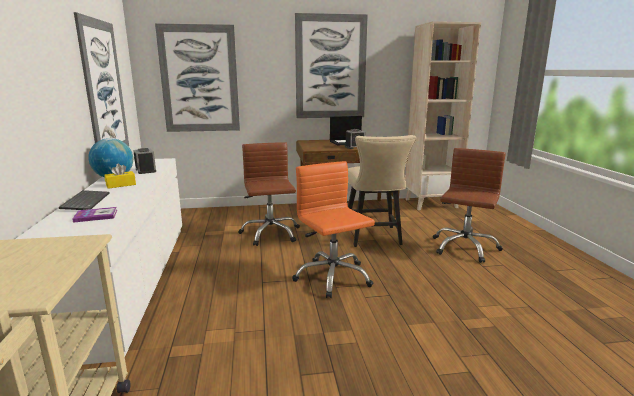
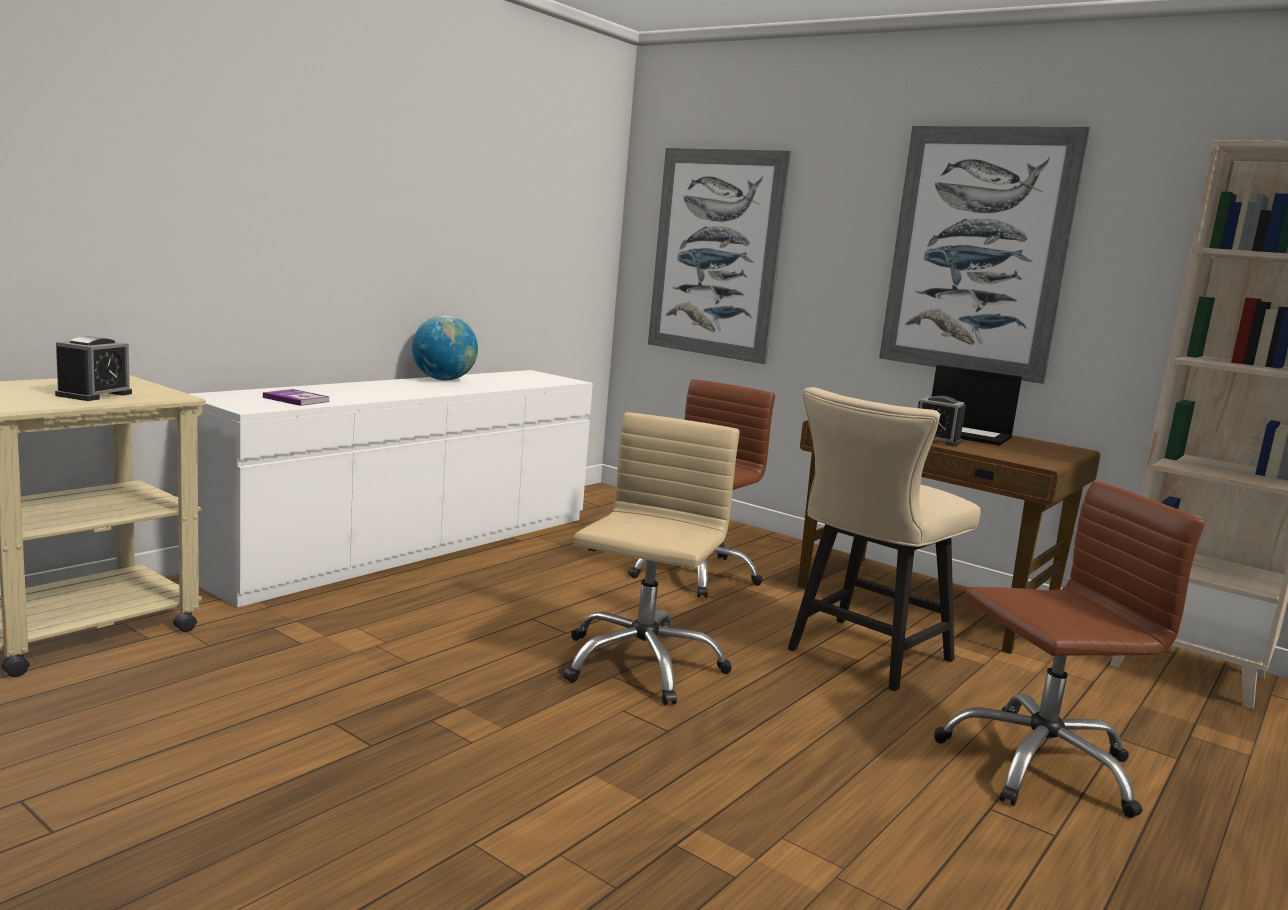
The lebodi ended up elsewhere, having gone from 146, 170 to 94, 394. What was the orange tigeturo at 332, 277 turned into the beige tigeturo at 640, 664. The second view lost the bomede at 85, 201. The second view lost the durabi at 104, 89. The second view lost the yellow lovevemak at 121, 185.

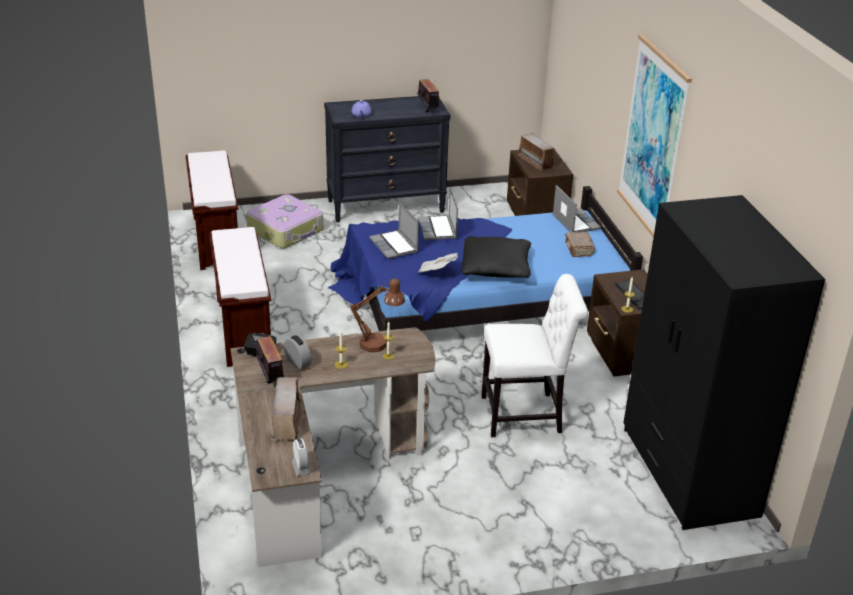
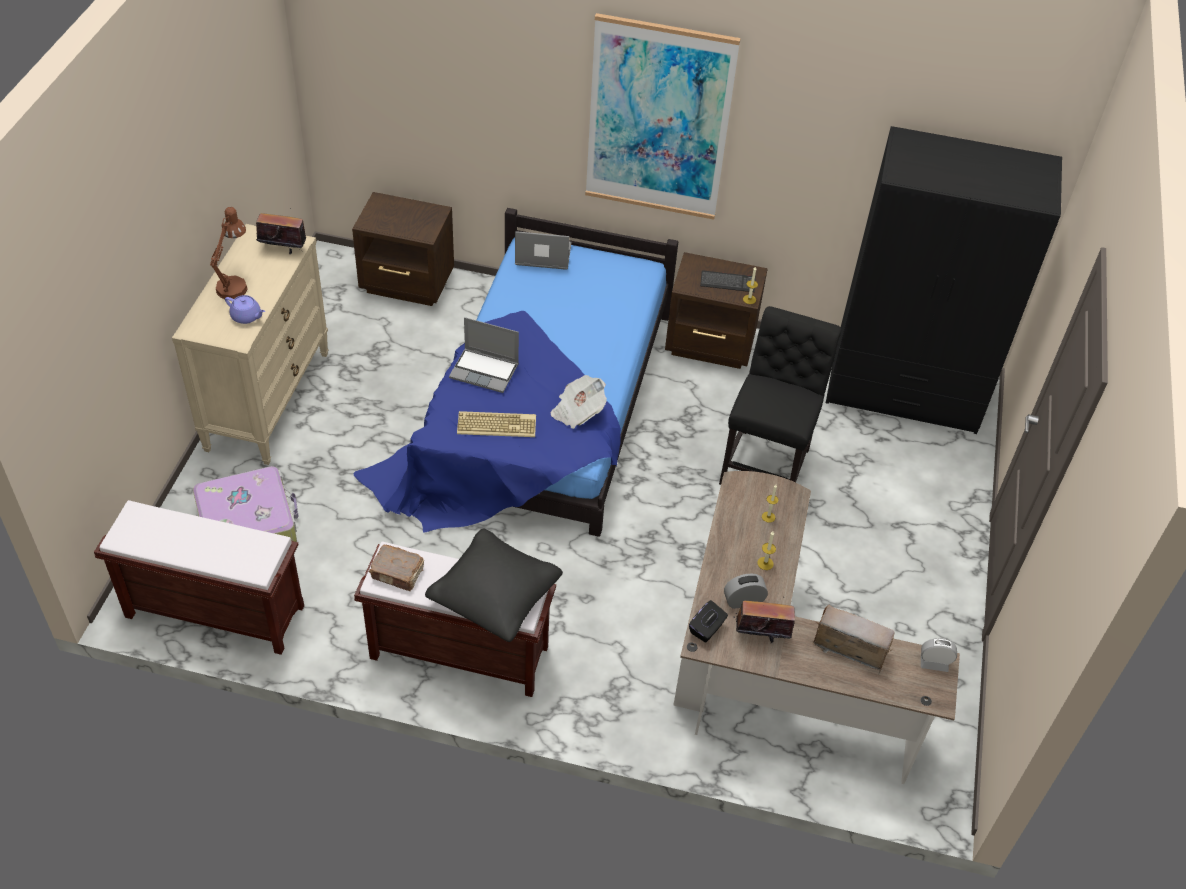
What was the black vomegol at 386, 206 turned into the beige vomegol at 268, 400. The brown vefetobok ended up elsewhere, having gone from 379, 343 to 234, 285. The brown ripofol ended up elsewhere, having gone from 578, 249 to 398, 573. The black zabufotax ended up elsewhere, having gone from 496, 268 to 495, 594. Where the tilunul stood at 394, 246, the bomede came to stand at 497, 424. What was the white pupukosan at 526, 415 turned into the black pupukosan at 767, 463. The second view lost the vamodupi at 535, 162.

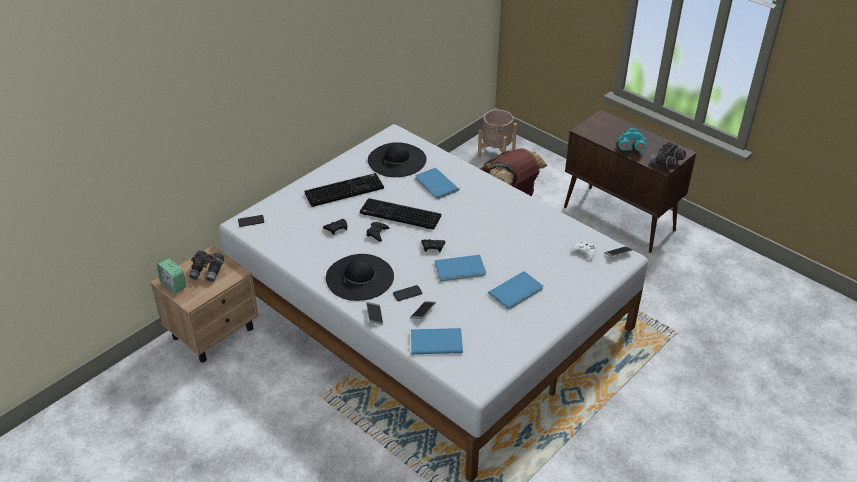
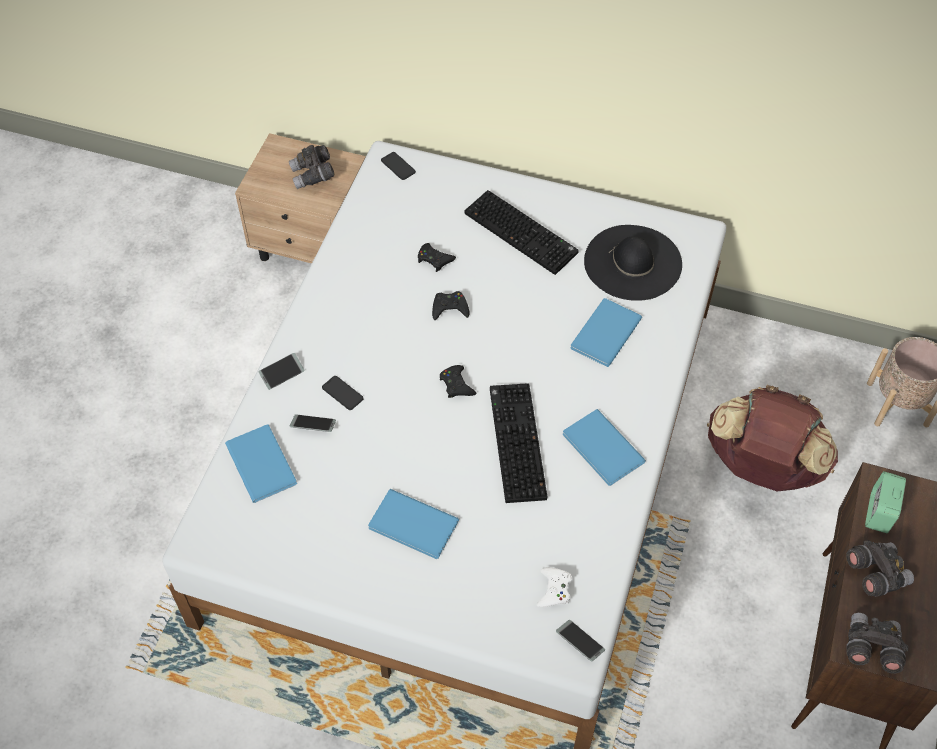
The bomede ended up elsewhere, having gone from 399, 215 to 515, 442. The blue ripofol ended up elsewhere, having gone from 461, 269 to 603, 450. What was the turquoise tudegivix at 630, 148 turned into the grey tudegivix at 875, 574. The lebodi ended up elsewhere, having gone from 173, 285 to 879, 513. The second view lost the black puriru at 360, 277.

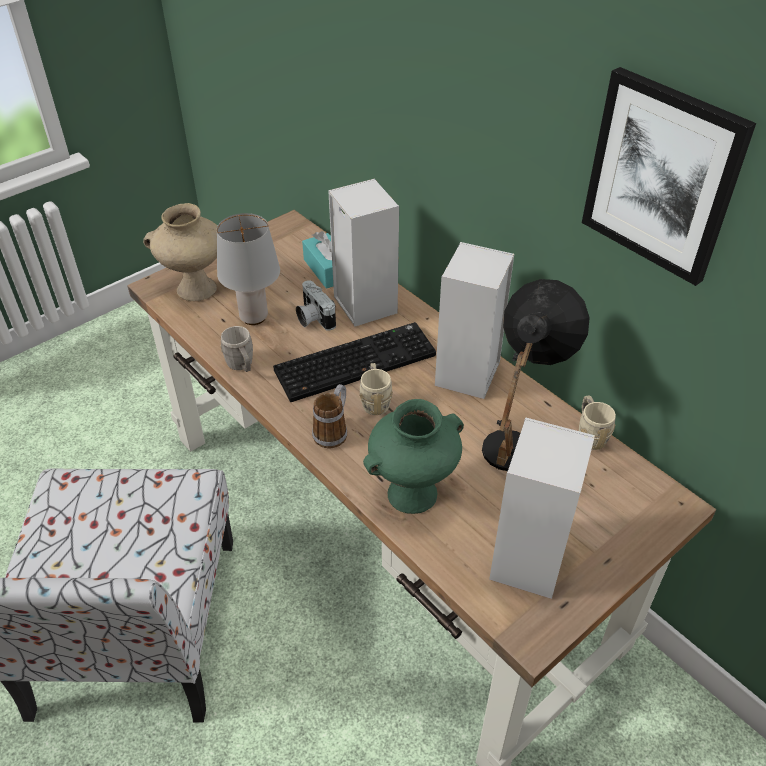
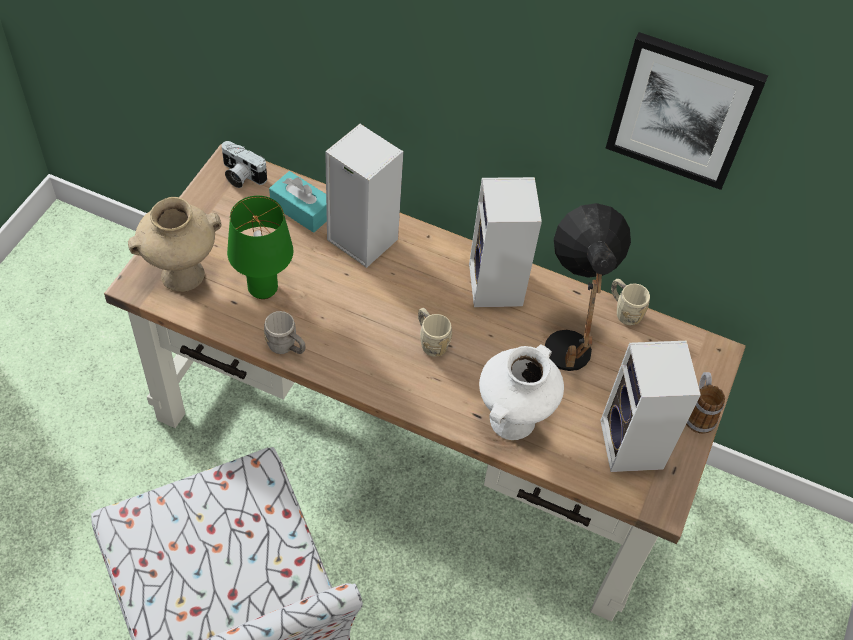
The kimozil ended up elsewhere, having gone from 313, 318 to 240, 176. What was the grey vefetobok at 254, 316 turned into the green vefetobok at 262, 288. What was the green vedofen at 412, 495 turned into the white vedofen at 512, 421. The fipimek ended up elsewhere, having gone from 333, 431 to 698, 413. The second view lost the bomede at 356, 361.

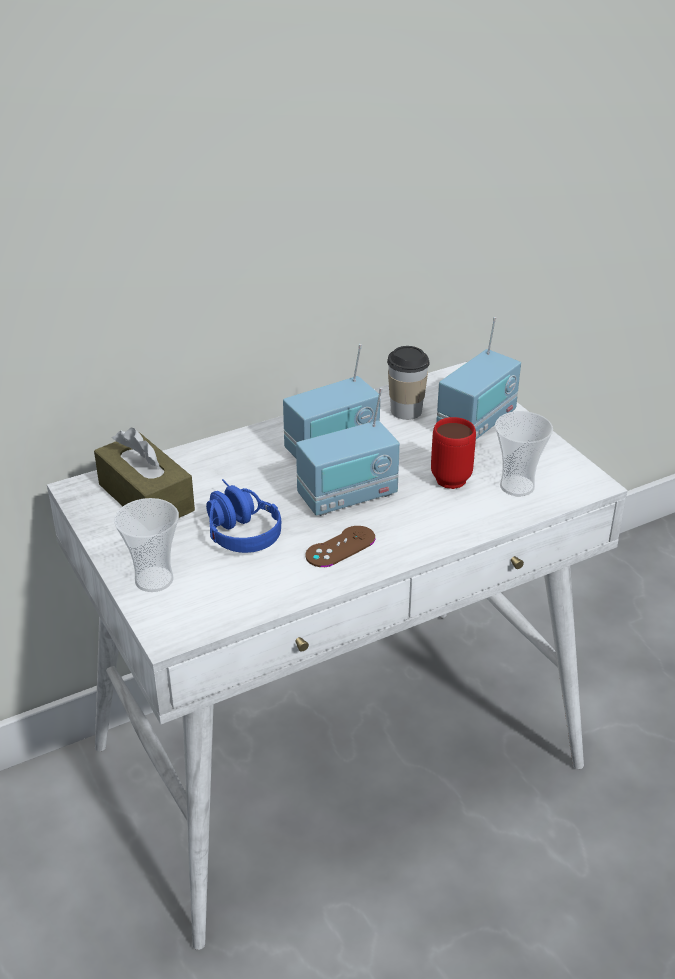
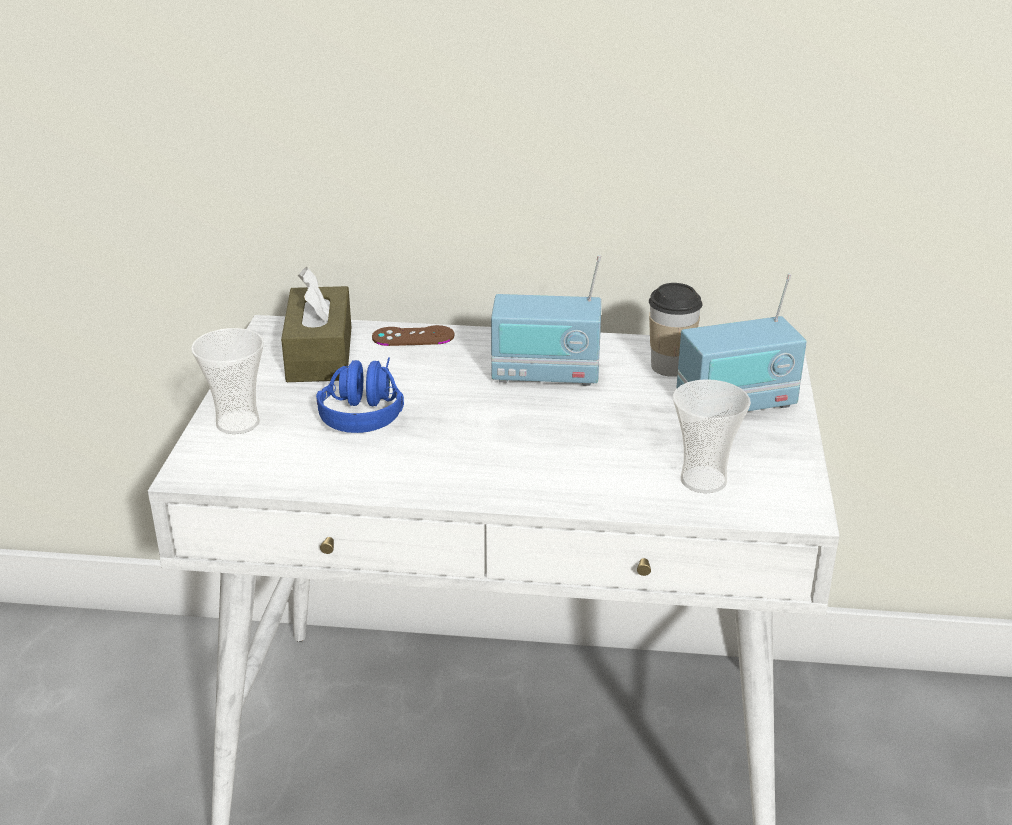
The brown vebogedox ended up elsewhere, having gone from 340, 547 to 413, 336. The second view lost the vamodupi at 348, 497. The second view lost the red fipimek at 448, 475.

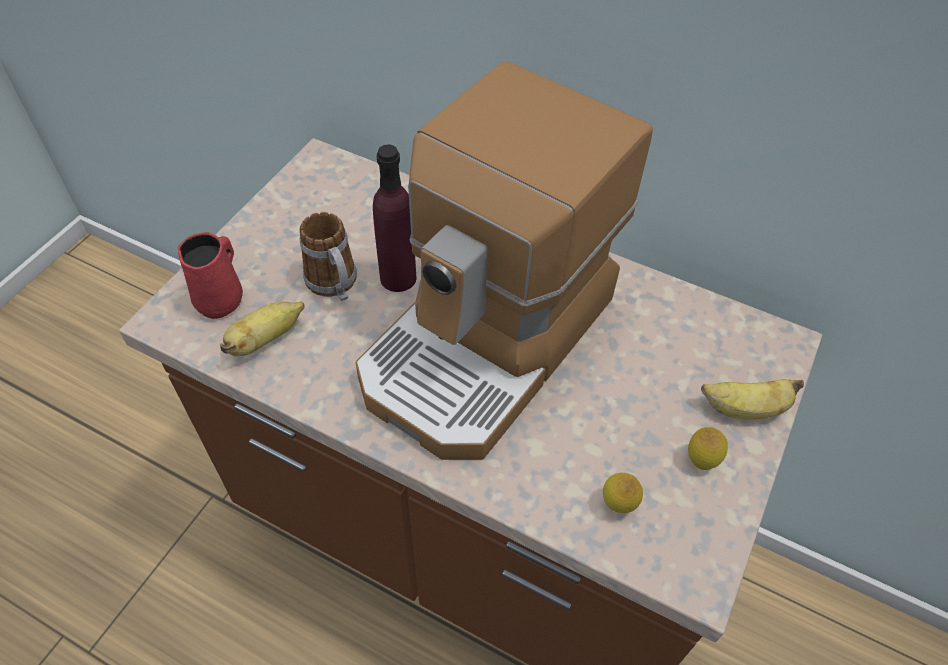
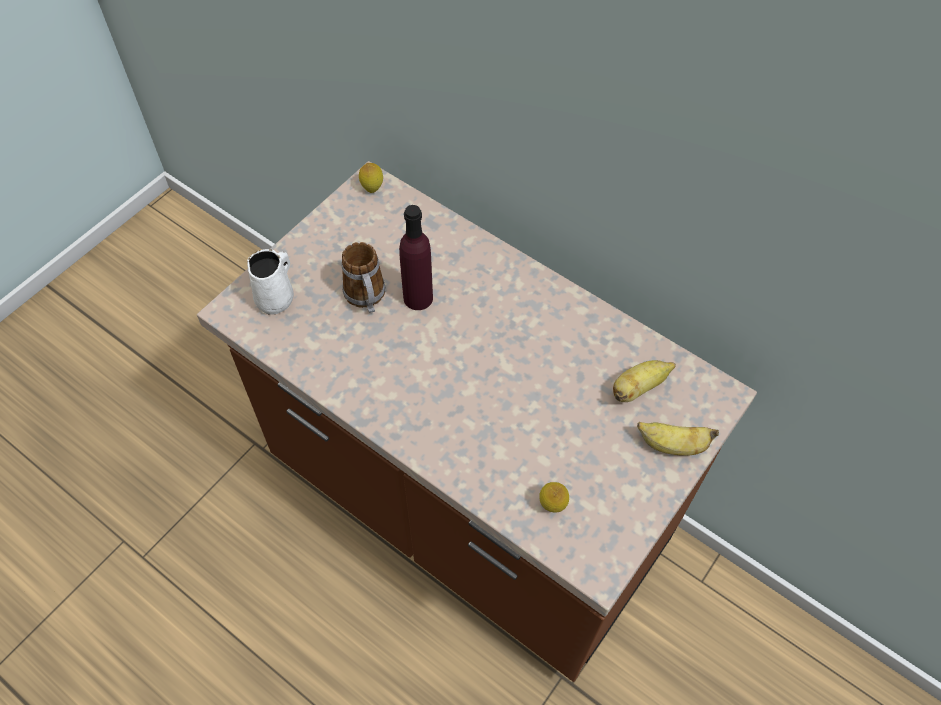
What was the red fipimek at 221, 299 turned into the white fipimek at 276, 298. The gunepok ended up elsewhere, having gone from 701, 460 to 372, 188. The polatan ended up elsewhere, having gone from 266, 339 to 638, 388. The second view lost the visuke at 490, 343.

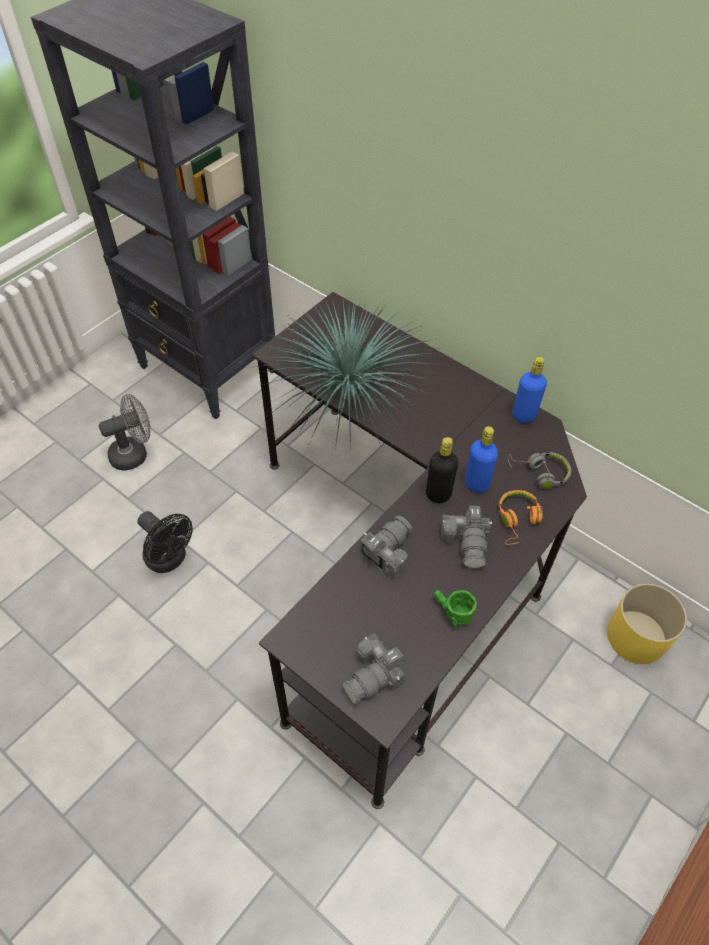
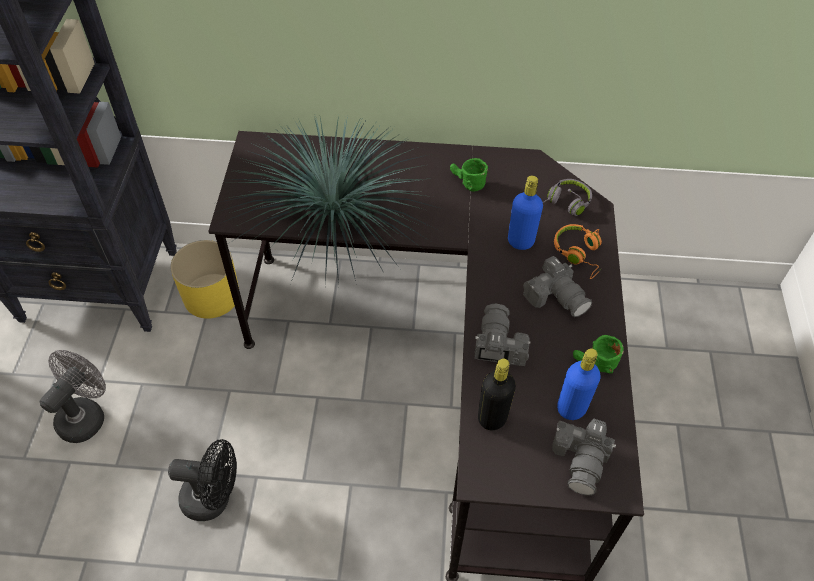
The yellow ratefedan ended up elsewhere, having gone from 636, 637 to 212, 296. The second view gained the green fipimek at 466, 183. The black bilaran ended up elsewhere, having gone from 438, 494 to 492, 418. The blue bilaran ended up elsewhere, having gone from 523, 416 to 571, 408.

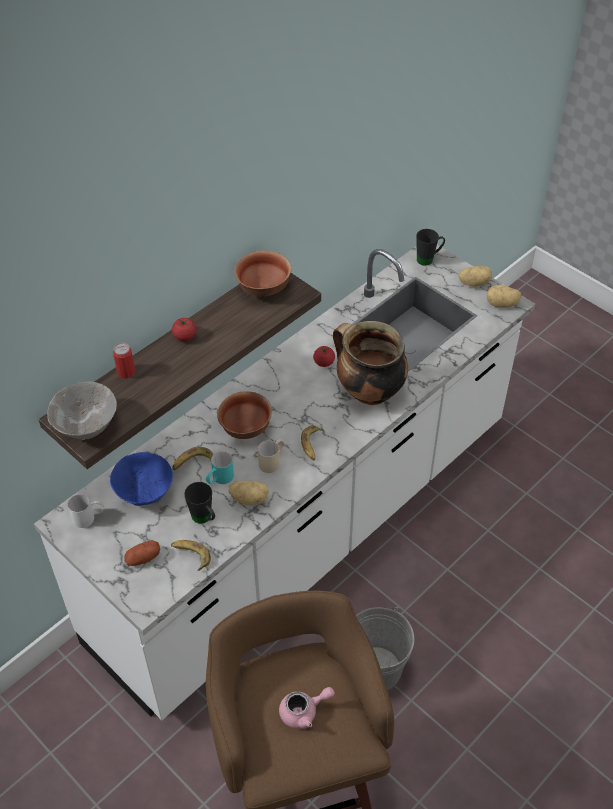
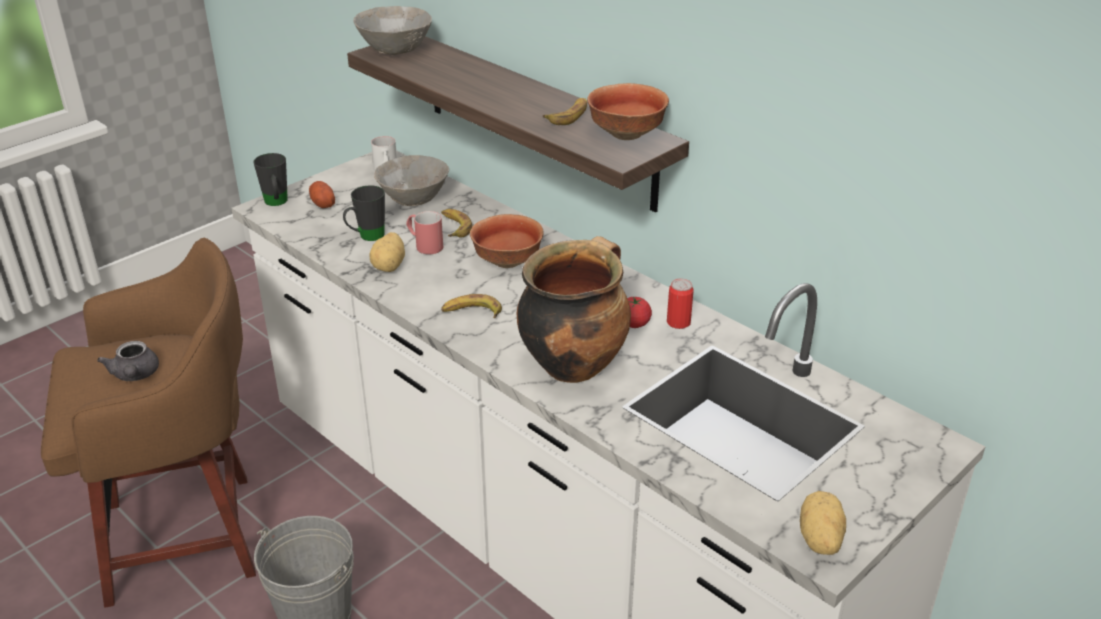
What was the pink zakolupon at 304, 711 turned into the grey zakolupon at 135, 375. The black fipimek ended up elsewhere, having gone from 429, 259 to 276, 203. What was the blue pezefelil at 144, 493 turned into the grey pezefelil at 413, 200. What was the turquoise fipimek at 219, 479 turned into the red fipimek at 424, 245. The polatan ended up elsewhere, having gone from 191, 555 to 569, 115. The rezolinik ended up elsewhere, having gone from 126, 372 to 678, 322. The second view lost the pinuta at 185, 336. The second view lost the beige fipimek at 272, 461. The second view lost the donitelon at 474, 283.

